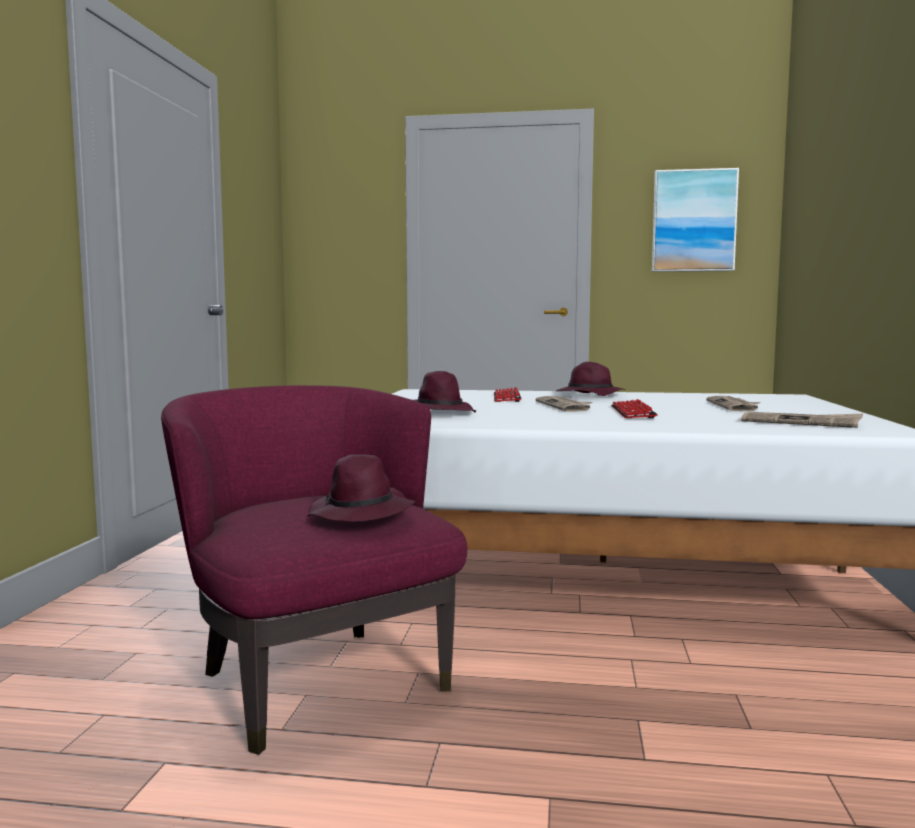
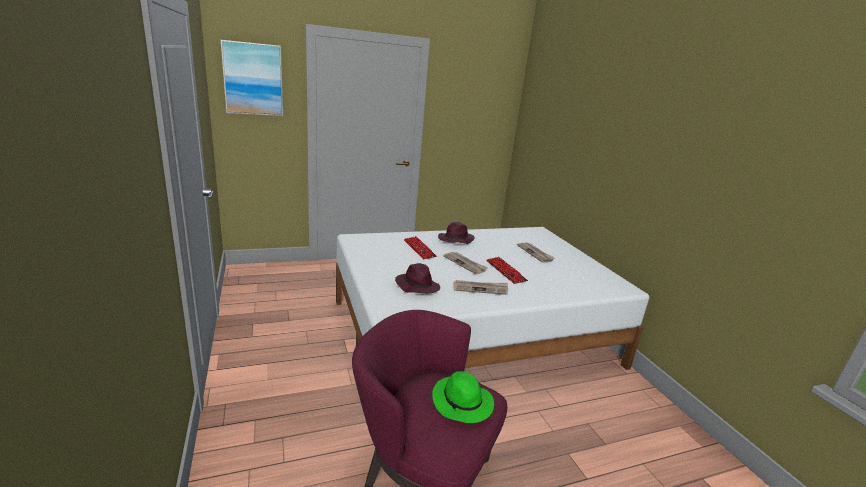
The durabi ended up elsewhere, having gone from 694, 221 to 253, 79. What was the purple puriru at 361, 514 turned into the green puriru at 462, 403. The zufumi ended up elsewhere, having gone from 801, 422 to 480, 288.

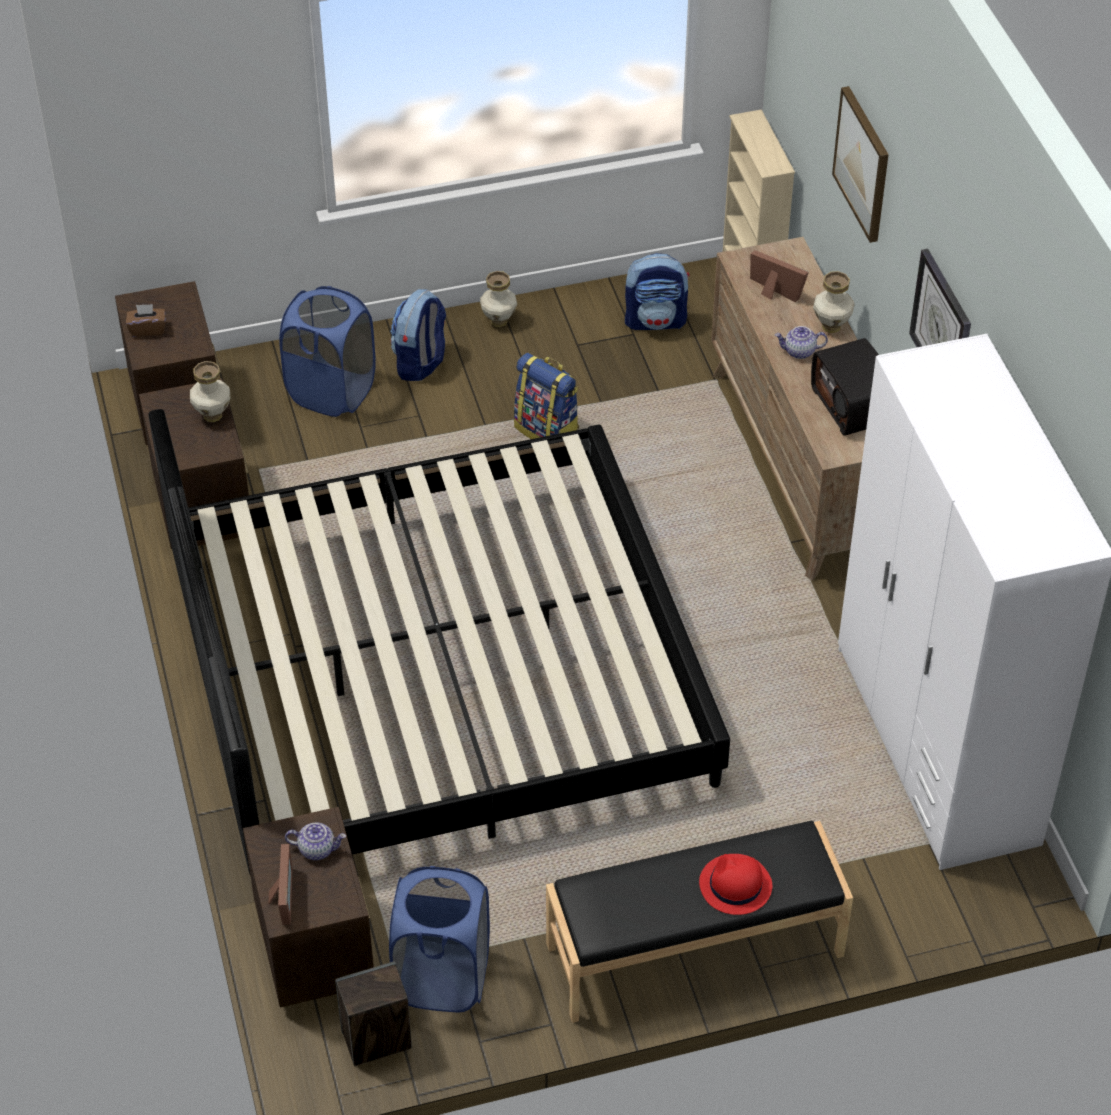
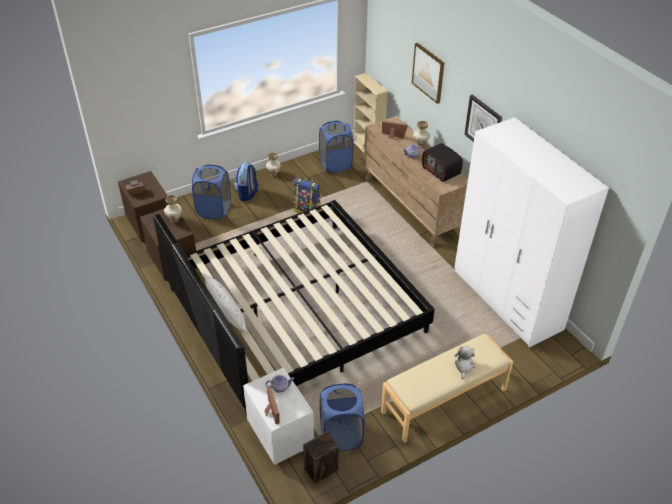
The second view gained the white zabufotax at 227, 319. What was the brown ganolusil at 316, 947 turned into the white ganolusil at 280, 434. Where the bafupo stood at 656, 321, the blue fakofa came to stand at 335, 164. What was the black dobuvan at 695, 951 turned into the beige dobuvan at 444, 401. Where the red puriru stood at 735, 885, the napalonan came to stand at 464, 366.

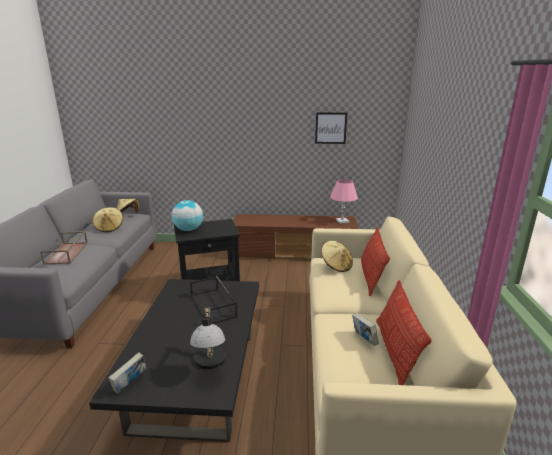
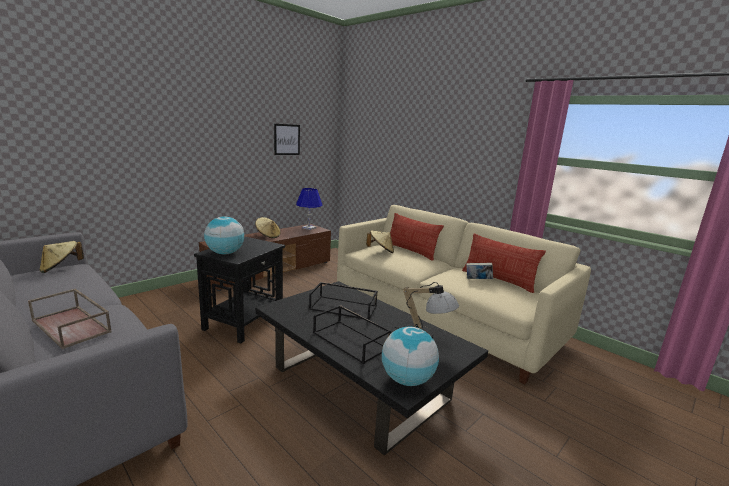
The beige puriru ended up elsewhere, having gone from 109, 228 to 268, 236. What was the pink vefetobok at 342, 221 turned into the blue vefetobok at 309, 228. The second view gained the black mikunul at 351, 341. Where the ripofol stood at 130, 384, the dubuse came to stand at 407, 380.

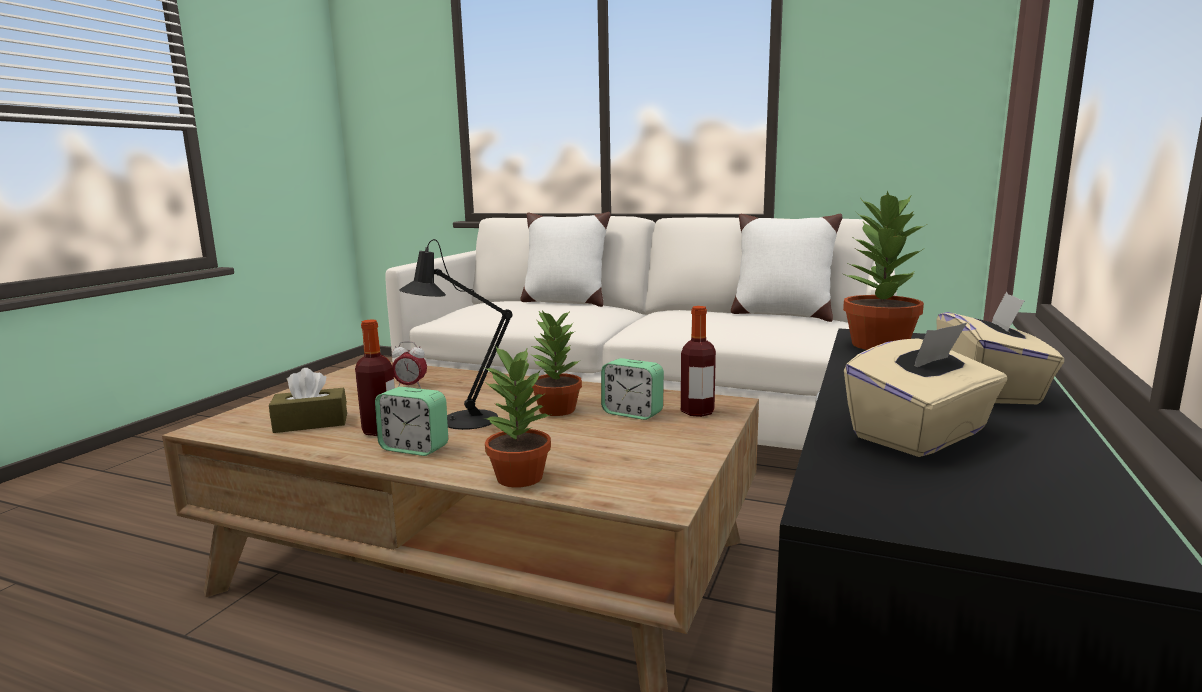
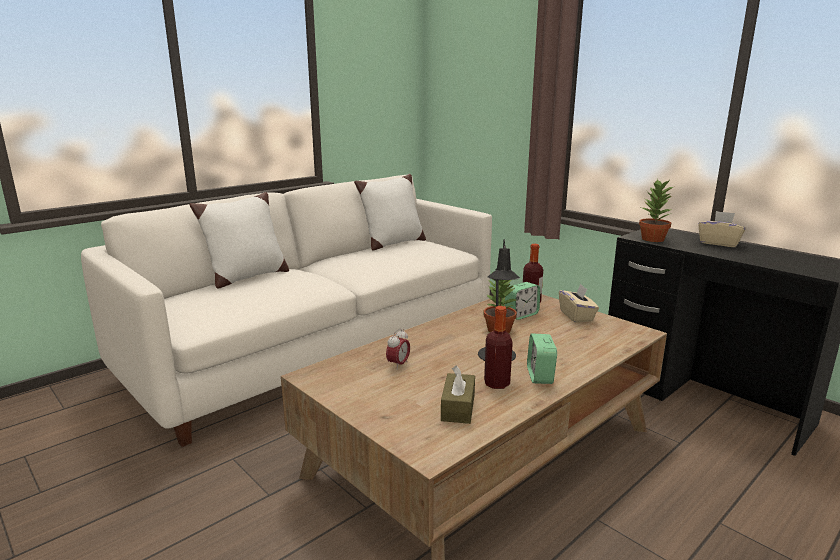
The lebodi at 414, 448 ended up facing another way, 135 degrees clockwise from before. The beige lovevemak ended up elsewhere, having gone from 921, 435 to 577, 316. The second view lost the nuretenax at 520, 476.

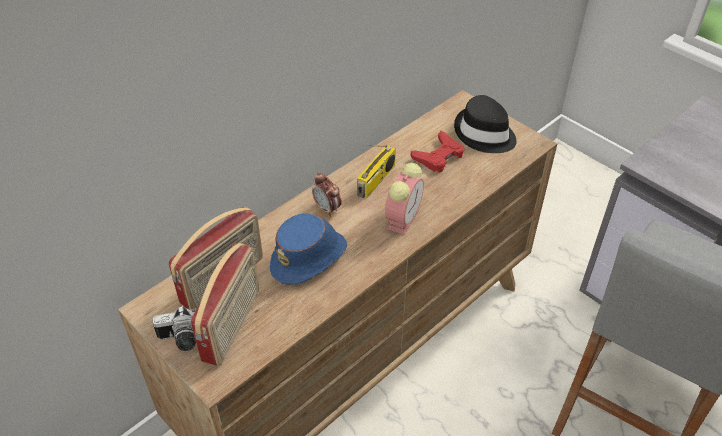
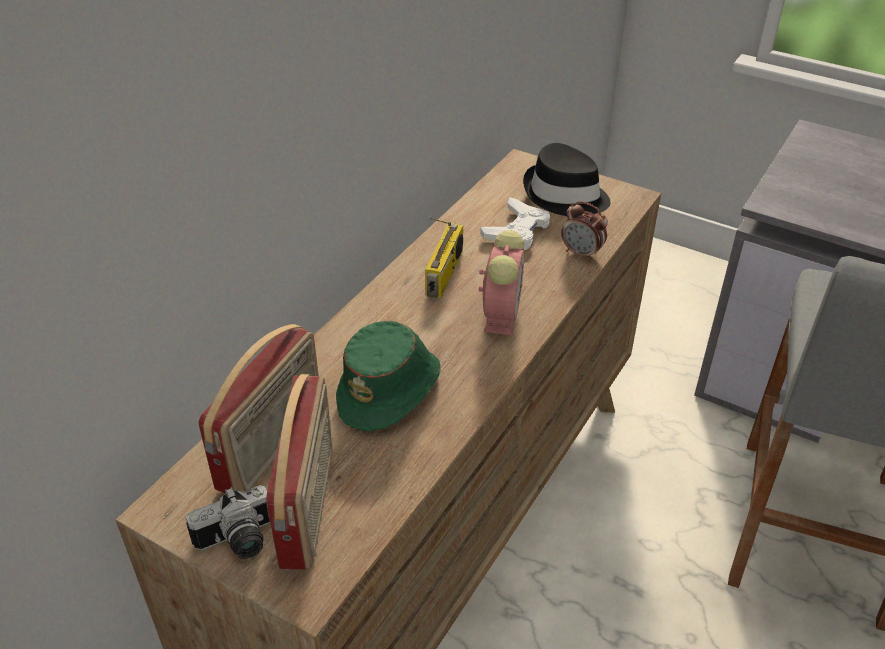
What was the blue puriru at 310, 258 turned into the green puriru at 391, 389. What was the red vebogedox at 438, 156 turned into the white vebogedox at 517, 231. The lebodi ended up elsewhere, having gone from 327, 209 to 582, 253.

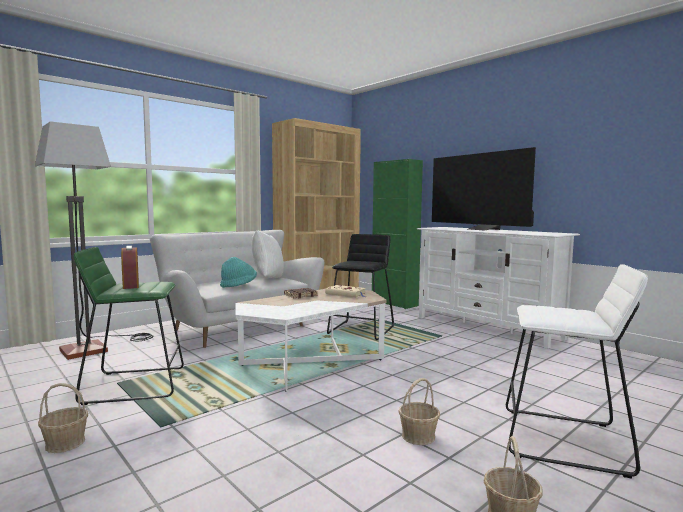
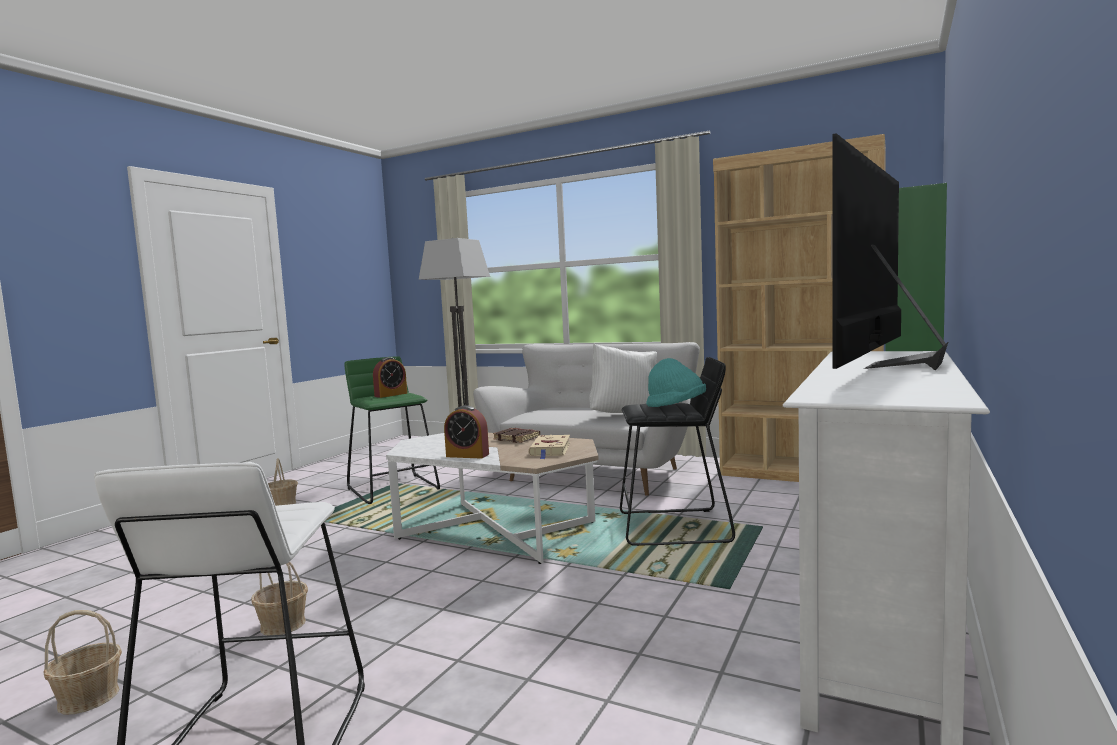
The second view gained the lebodi at 467, 455. The turquoise puriru ended up elsewhere, having gone from 238, 285 to 676, 407.

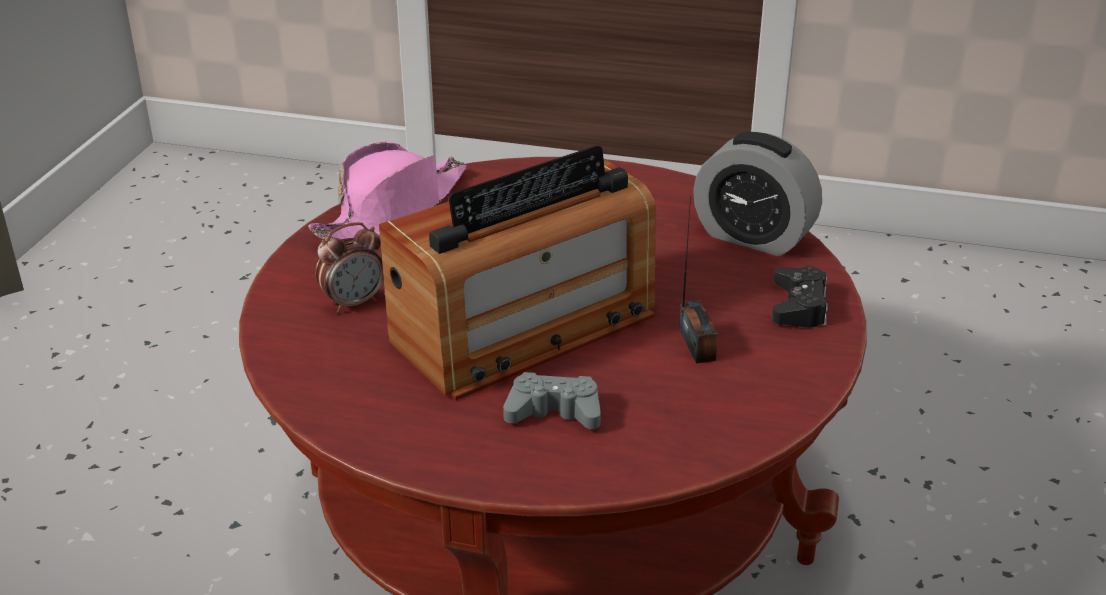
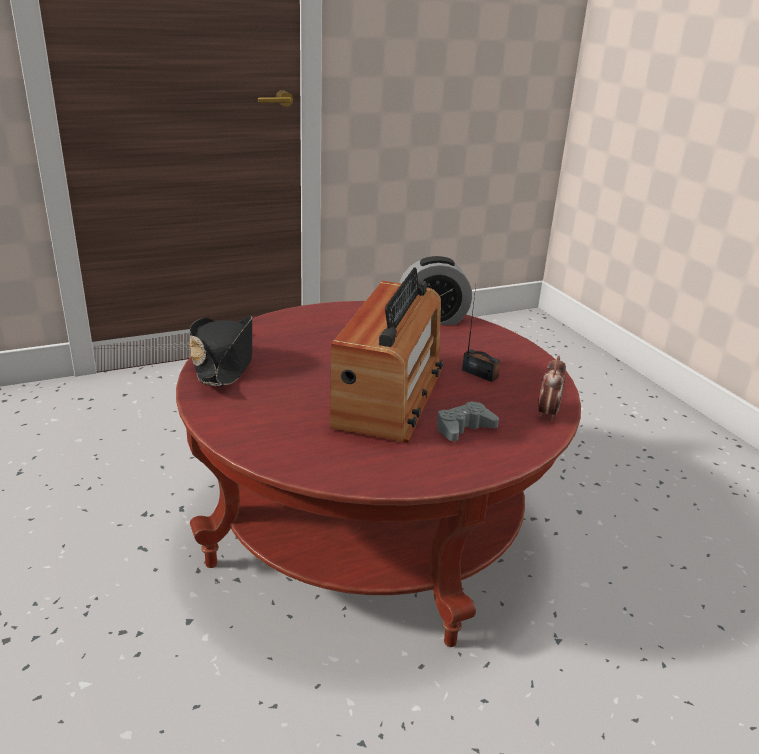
What was the pink puriru at 392, 210 turned into the black puriru at 224, 362. The lebodi ended up elsewhere, having gone from 354, 302 to 547, 413. The second view lost the black vebogedox at 799, 306.

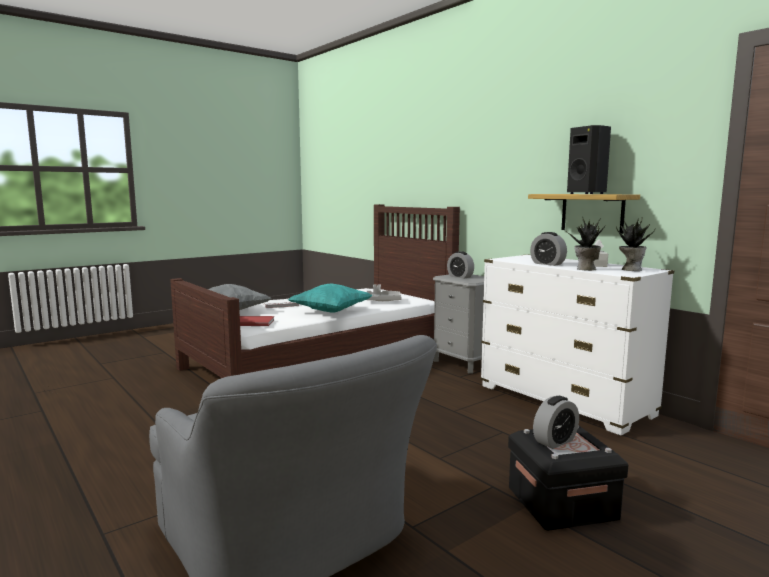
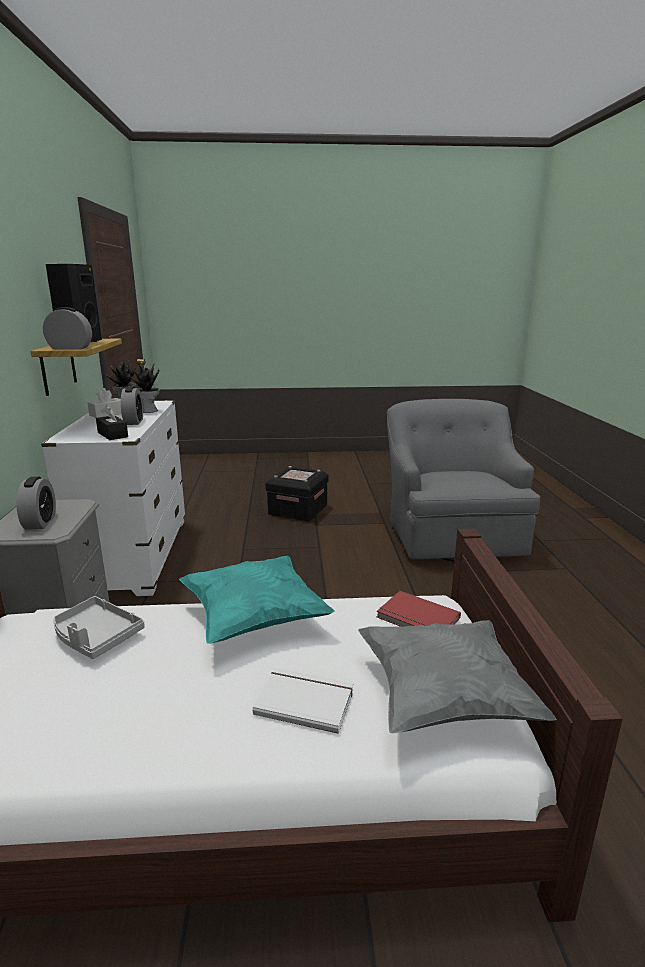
The lebodi ended up elsewhere, having gone from 555, 441 to 70, 348. The second view gained the black lovevemak at 112, 435.

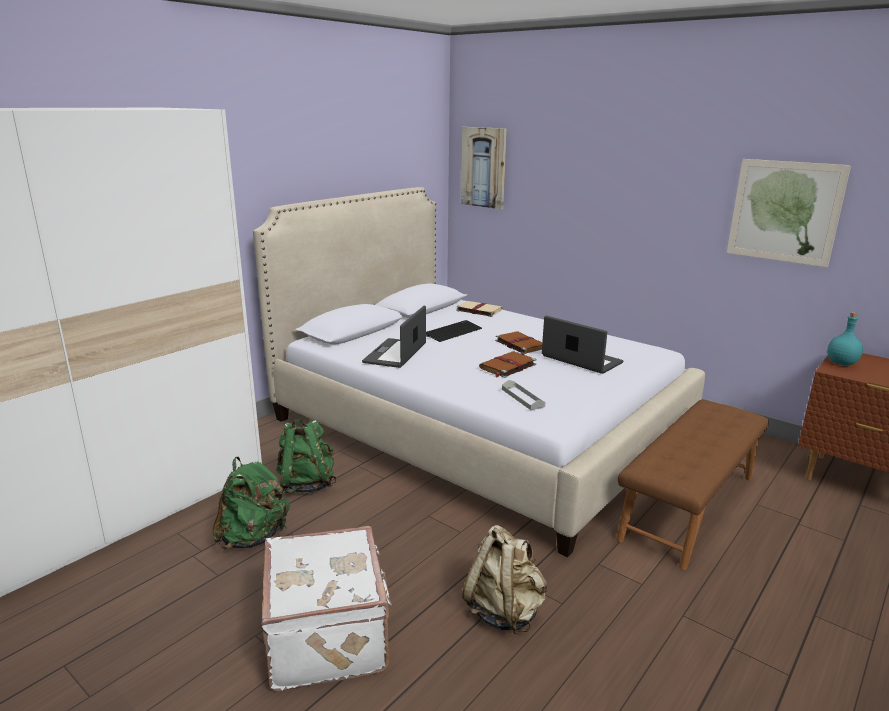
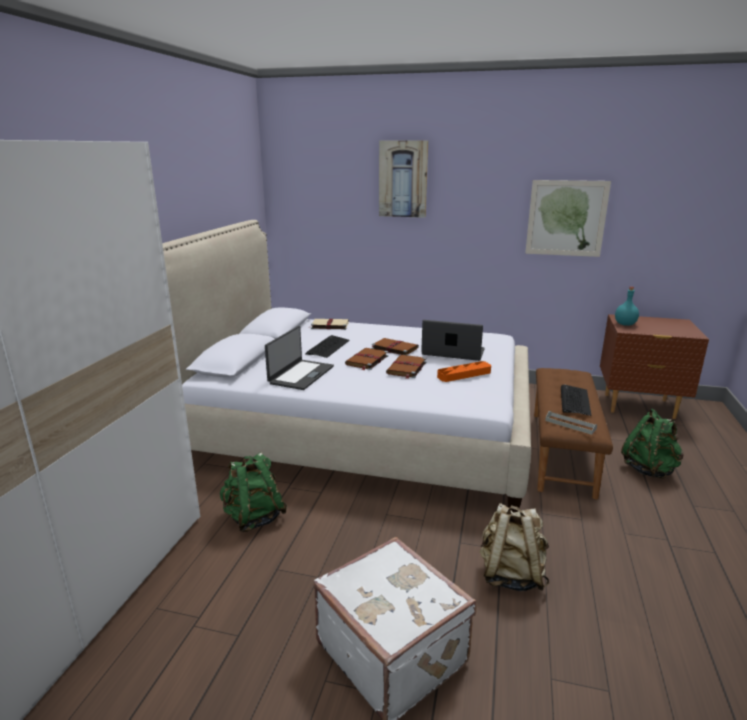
The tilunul at 396, 354 ended up facing another way, 150 degrees counterclockwise from before. The second view gained the brown ripofol at 367, 360. The durabi ended up elsewhere, having gone from 484, 167 to 403, 179. The second view gained the orange mikunul at 464, 374. The grey mikunul ended up elsewhere, having gone from 522, 398 to 570, 424. The second view gained the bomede at 574, 401. The green bafupo ended up elsewhere, having gone from 253, 537 to 649, 469.

